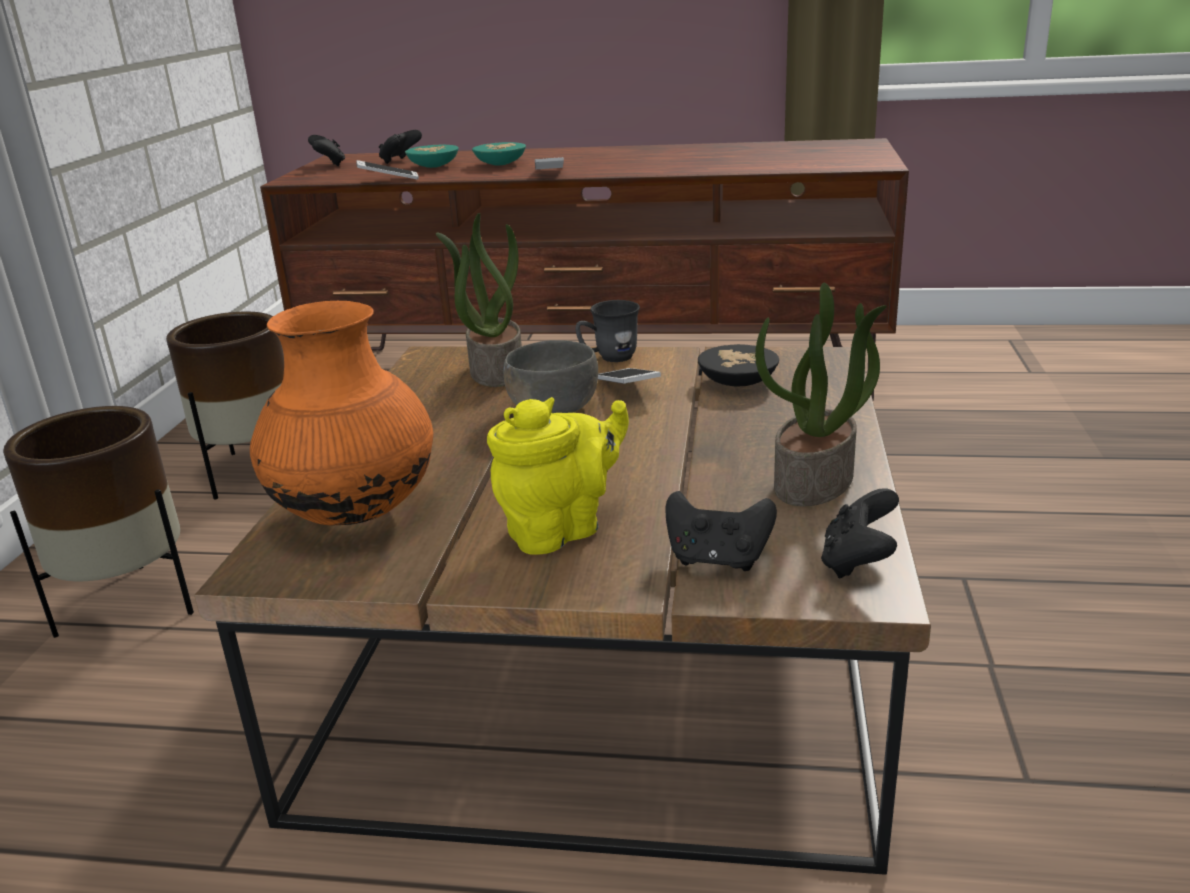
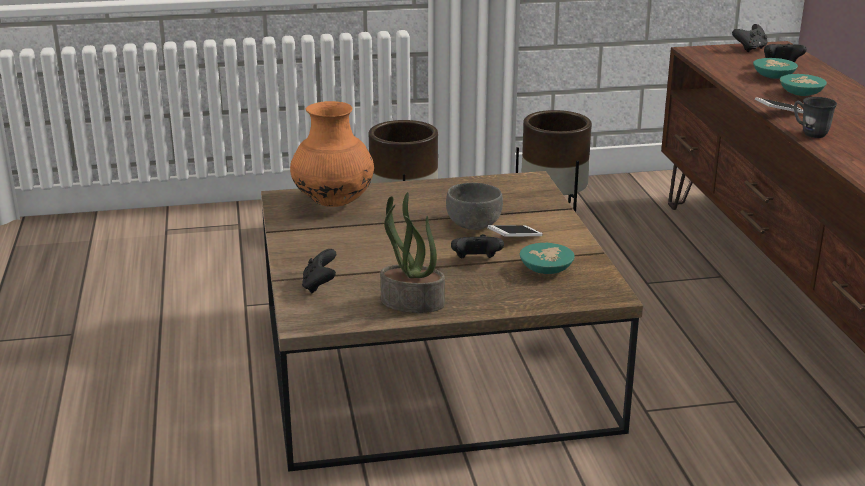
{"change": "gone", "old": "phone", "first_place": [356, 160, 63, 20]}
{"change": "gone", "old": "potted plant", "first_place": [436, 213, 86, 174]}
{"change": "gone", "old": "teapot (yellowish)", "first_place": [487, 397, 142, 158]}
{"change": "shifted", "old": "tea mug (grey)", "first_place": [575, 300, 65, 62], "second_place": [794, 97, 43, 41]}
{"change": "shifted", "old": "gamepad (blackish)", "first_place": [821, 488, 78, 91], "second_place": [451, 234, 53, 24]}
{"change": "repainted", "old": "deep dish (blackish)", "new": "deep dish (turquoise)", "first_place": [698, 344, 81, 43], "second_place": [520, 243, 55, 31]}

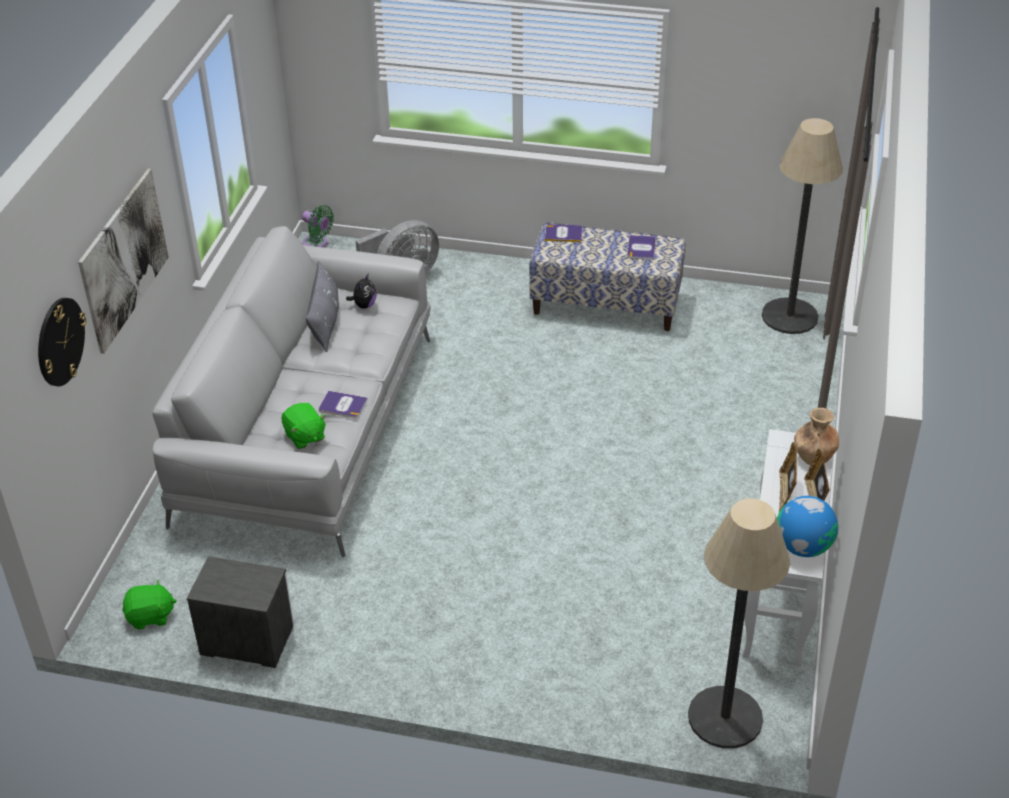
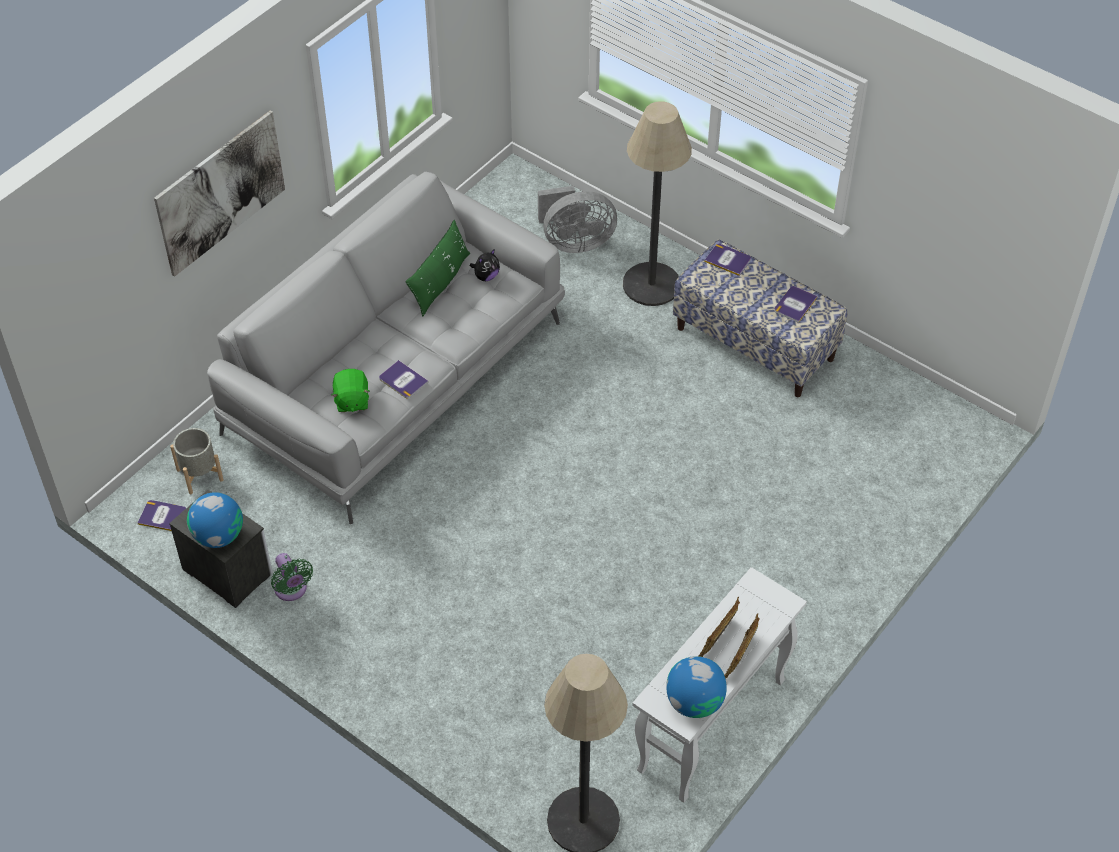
{"change": "gone", "old": "wall clock", "first_place": [38, 298, 48, 88]}
{"change": "gone", "old": "vase (brown)", "first_place": [794, 408, 45, 57]}
{"change": "new", "new": "plant pot (grey)", "second_place": [170, 428, 54, 66]}
{"change": "new", "new": "desk globe", "second_place": [187, 492, 56, 56]}
{"change": "shifted", "old": "fan (greenish)", "first_place": [302, 205, 32, 42], "second_place": [271, 553, 42, 48]}
{"change": "shifted", "old": "standing lamp", "first_place": [762, 118, 81, 216], "second_place": [623, 101, 69, 205]}
{"change": "swapped", "old": "plush toy (greenish)", "new": "volume", "first_place": [122, 579, 54, 50], "second_place": [138, 500, 48, 31]}
{"change": "repainted", "old": "throw pillow (grey)", "new": "throw pillow (greenish)", "first_place": [306, 261, 33, 91], "second_place": [405, 220, 65, 96]}

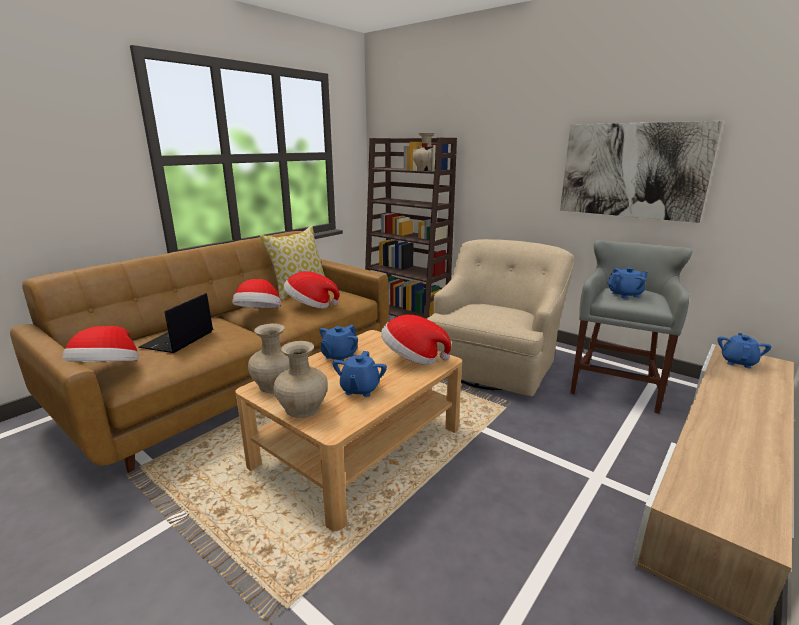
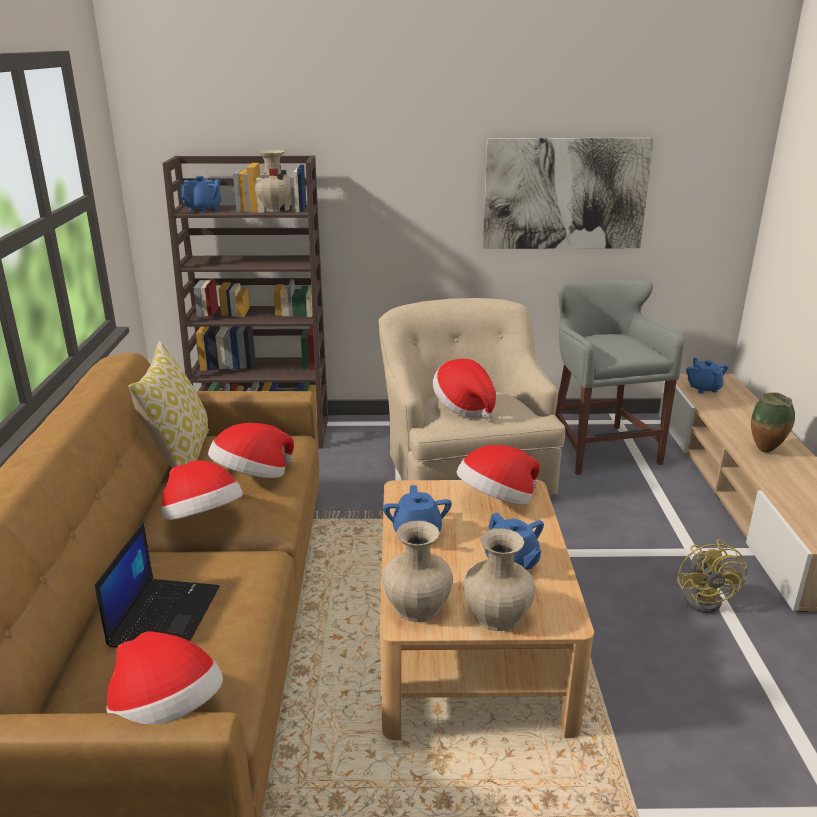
{"change": "new", "new": "wearable hat", "second_place": [433, 358, 63, 62]}
{"change": "new", "new": "fan (yellowish)", "second_place": [677, 539, 70, 74]}
{"change": "new", "new": "vase", "second_place": [751, 392, 44, 61]}
{"change": "shifted", "old": "teapot (blue-coloured)", "first_place": [608, 267, 40, 32], "second_place": [180, 176, 42, 36]}
{"change": "rotated", "old": "portable computer", "first_place": [138, 293, 75, 60], "second_place": [95, 522, 125, 126], "degrees": -150}

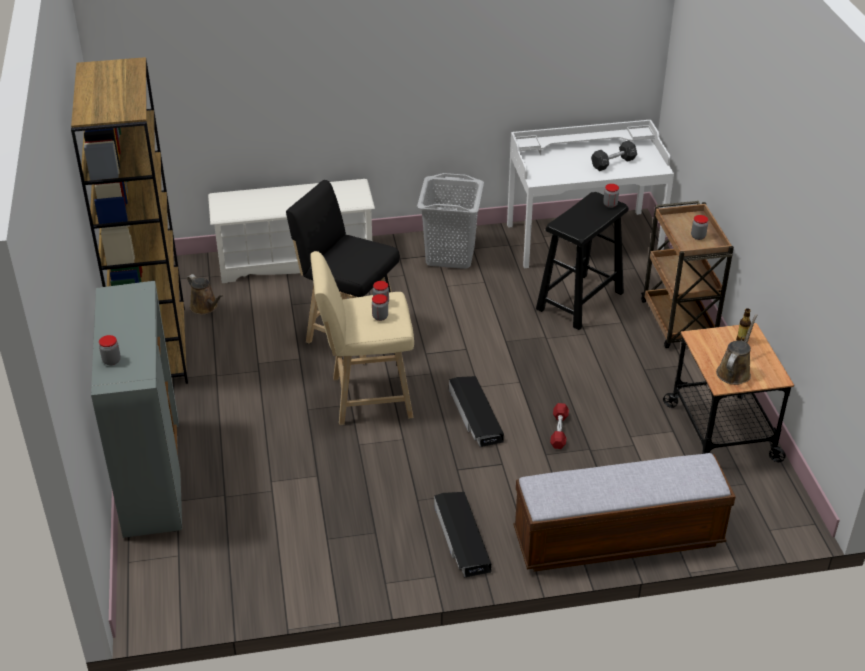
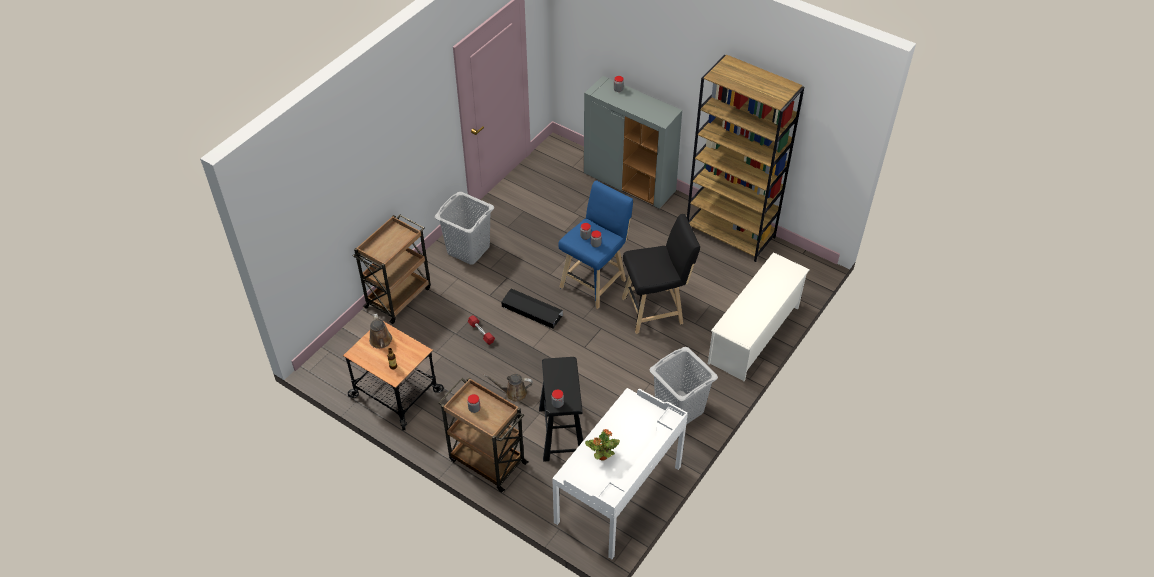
{"change": "shifted", "old": "watering pot (brown)", "first_place": [187, 274, 37, 41], "second_place": [483, 374, 50, 28]}
{"change": "swapped", "old": "storage bin (blackish)", "new": "laundry basket (grey)", "first_place": [434, 492, 57, 85], "second_place": [435, 192, 59, 73]}
{"change": "swapped", "old": "indoor bench", "new": "cart (brown)", "first_place": [514, 453, 222, 119], "second_place": [353, 214, 78, 110]}
{"change": "swapped", "old": "free weight (blackish)", "new": "potted plant", "first_place": [591, 140, 46, 31], "second_place": [585, 429, 35, 32]}
{"change": "repainted", "old": "stool seat (beige)", "new": "stool seat (blue-coloured)", "first_place": [310, 251, 104, 174], "second_place": [558, 180, 75, 129]}

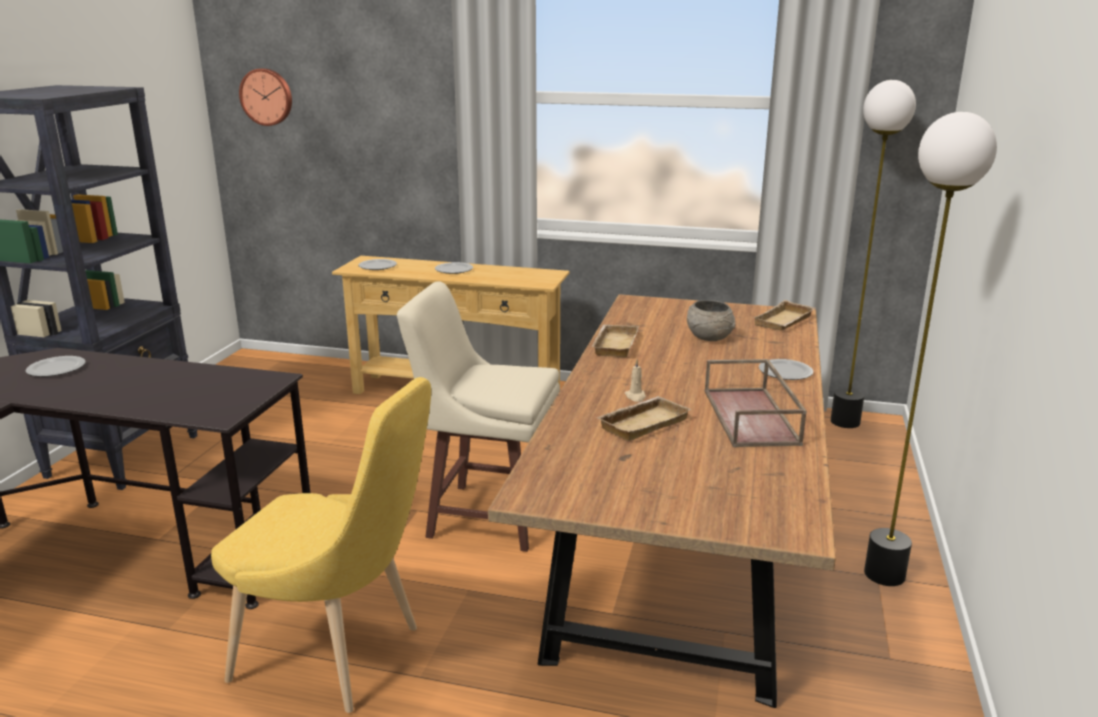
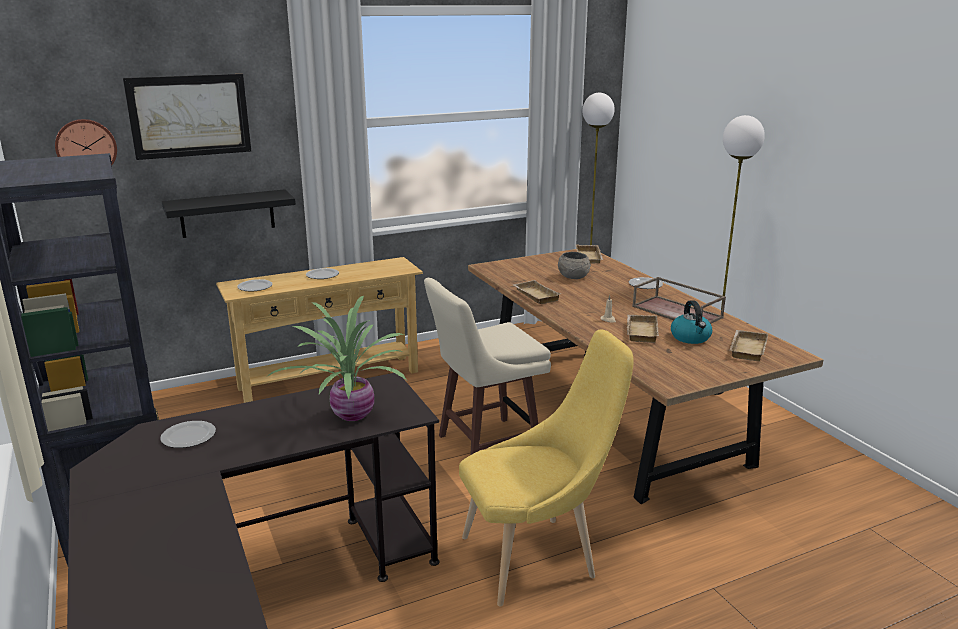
{"change": "new", "new": "wall art", "second_place": [123, 74, 128, 86]}
{"change": "new", "new": "shelf (blackish)", "second_place": [162, 189, 134, 49]}
{"change": "new", "new": "potted plant", "second_place": [268, 296, 139, 125]}
{"change": "new", "new": "water kettle", "second_place": [671, 300, 41, 44]}
{"change": "new", "new": "tray (beige)", "second_place": [729, 330, 39, 31]}

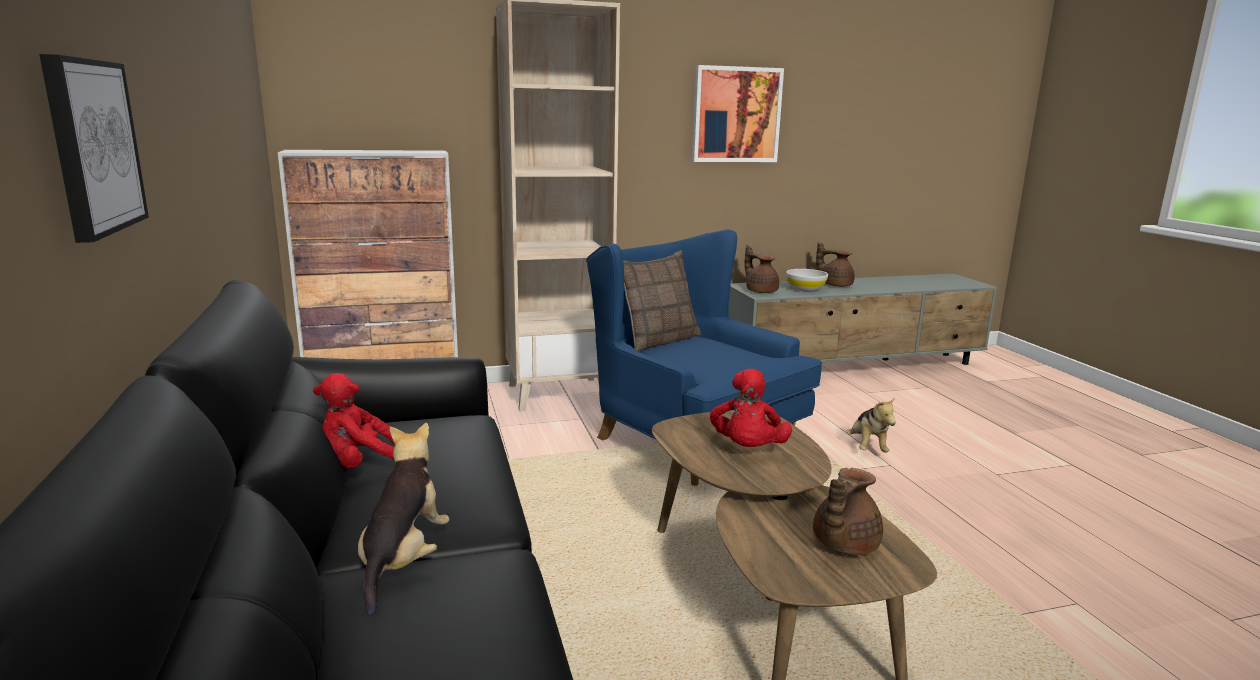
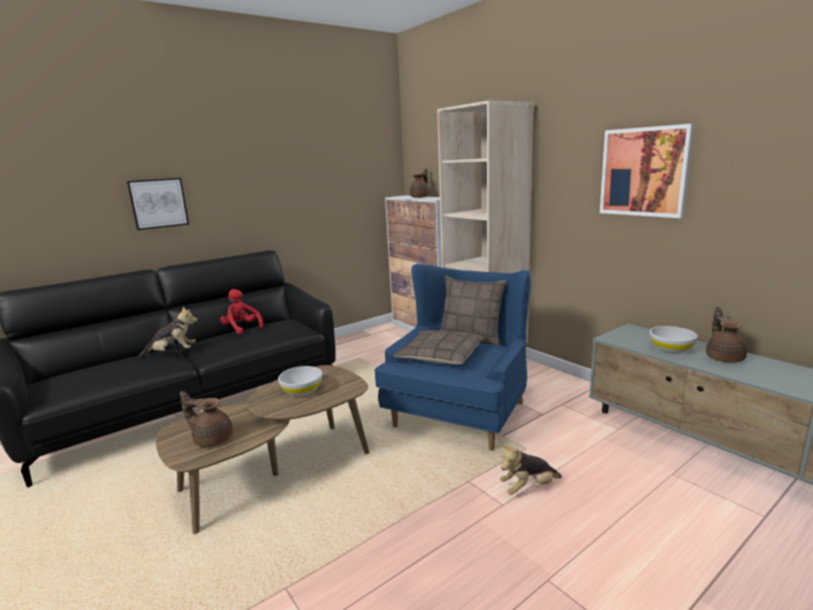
{"change": "new", "new": "throw pillow", "second_place": [394, 330, 89, 35]}
{"change": "shifted", "old": "teapot (brown)", "first_place": [744, 245, 35, 48], "second_place": [410, 168, 20, 30]}
{"change": "swapped", "old": "plush toy (reddish)", "new": "deep dish (white)", "first_place": [710, 369, 82, 78], "second_place": [278, 366, 44, 31]}

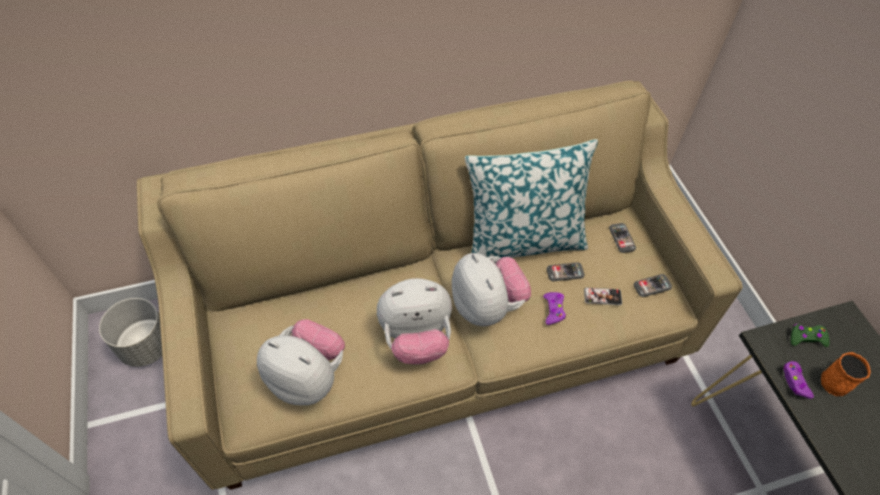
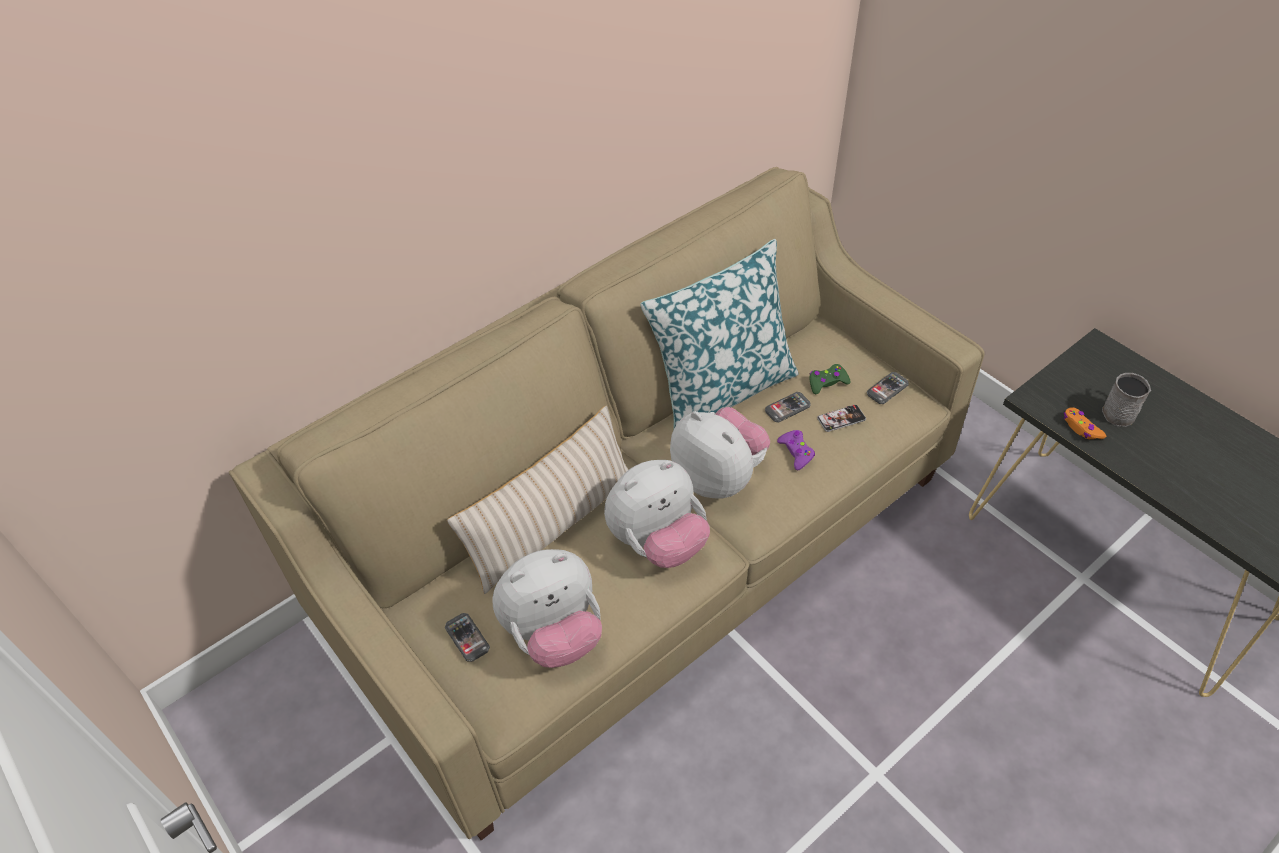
{"change": "gone", "old": "plant pot (grey)", "first_place": [99, 298, 63, 69]}
{"change": "new", "new": "throw pillow (beige)", "second_place": [447, 405, 181, 189]}
{"change": "shifted", "old": "phone", "first_place": [609, 223, 27, 30], "second_place": [445, 613, 45, 49]}
{"change": "shifted", "old": "gamepad (greenish)", "first_place": [791, 324, 39, 23], "second_place": [810, 364, 41, 30]}
{"change": "repainted", "old": "gamepad (purple-coloured)", "new": "gamepad (orange-coloured)", "first_place": [783, 361, 31, 38], "second_place": [1064, 407, 42, 32]}
{"change": "repainted", "old": "tea mug (orange-coloured)", "new": "tea mug (grey)", "first_place": [821, 352, 50, 44], "second_place": [1102, 373, 49, 54]}
{"change": "rotated", "old": "plush toy", "first_place": [257, 319, 88, 86], "second_place": [493, 549, 109, 119], "degrees": 150}

